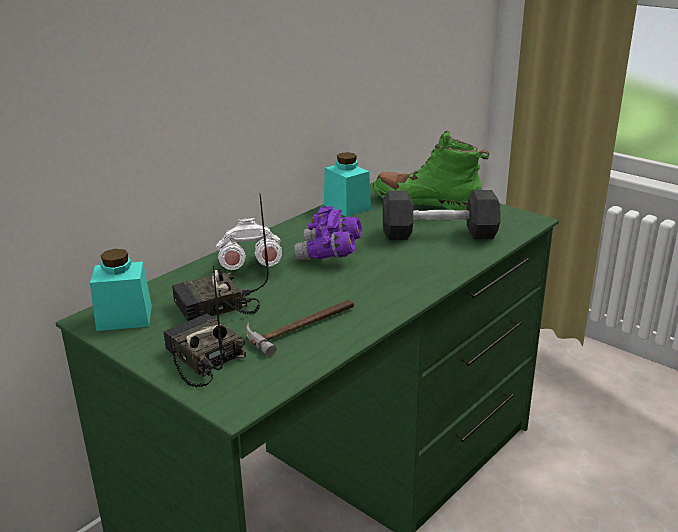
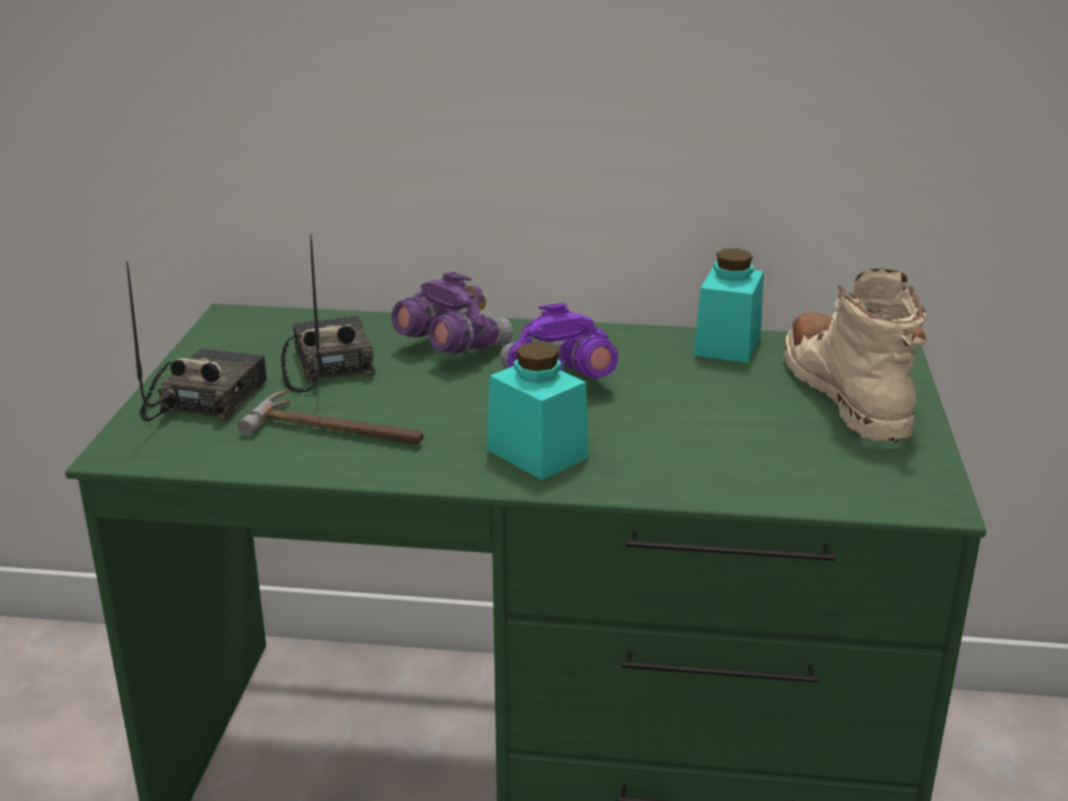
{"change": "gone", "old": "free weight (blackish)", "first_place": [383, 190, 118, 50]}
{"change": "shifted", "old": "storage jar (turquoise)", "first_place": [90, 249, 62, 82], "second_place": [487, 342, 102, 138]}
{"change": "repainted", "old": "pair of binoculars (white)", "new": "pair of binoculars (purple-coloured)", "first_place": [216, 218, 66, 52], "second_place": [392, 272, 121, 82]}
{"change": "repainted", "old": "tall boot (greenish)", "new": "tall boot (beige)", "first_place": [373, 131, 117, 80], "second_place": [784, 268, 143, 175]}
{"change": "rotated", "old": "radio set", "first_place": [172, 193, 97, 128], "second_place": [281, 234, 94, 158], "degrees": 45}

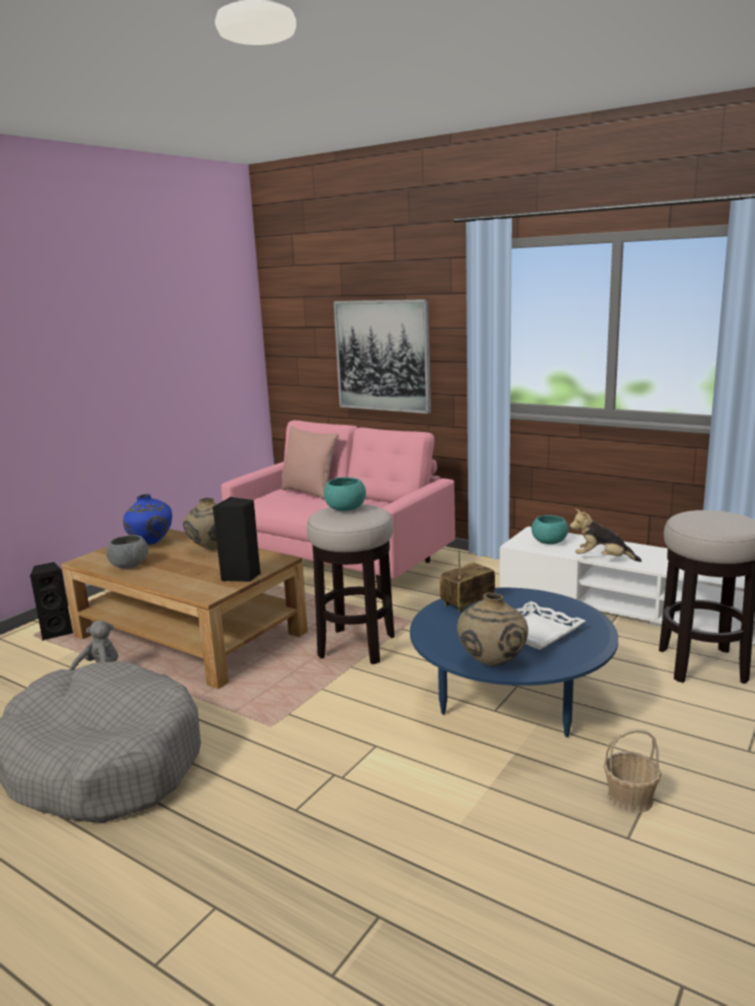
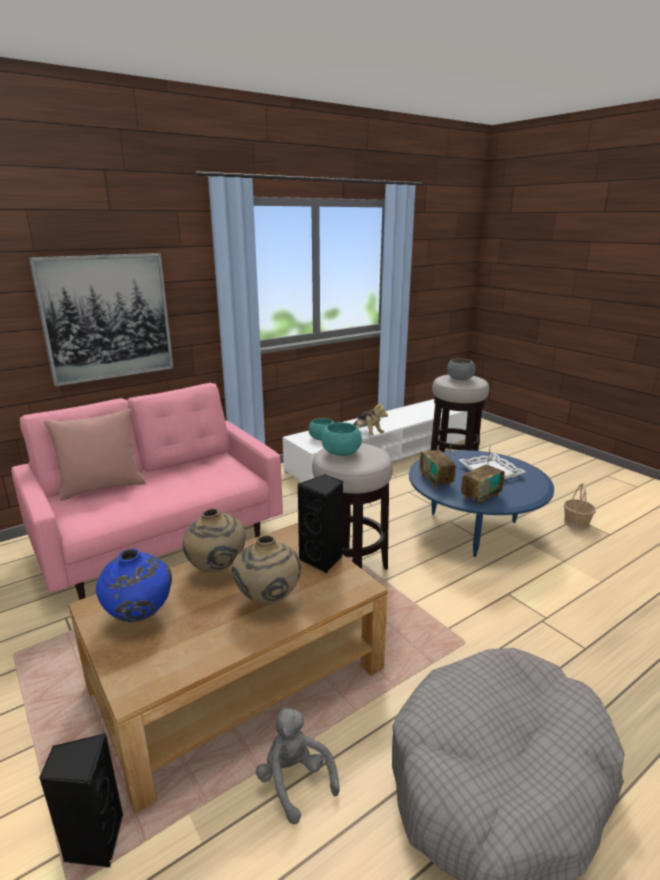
{"change": "new", "new": "radio set", "second_place": [461, 445, 44, 61]}
{"change": "shifted", "old": "deep dish (grey)", "first_place": [106, 535, 43, 33], "second_place": [447, 358, 29, 22]}
{"change": "shifted", "old": "vase (beige)", "first_place": [457, 593, 71, 74], "second_place": [232, 535, 69, 69]}
{"change": "rotated", "old": "plush toy", "first_place": [570, 508, 72, 54], "second_place": [353, 402, 35, 33], "degrees": -75}

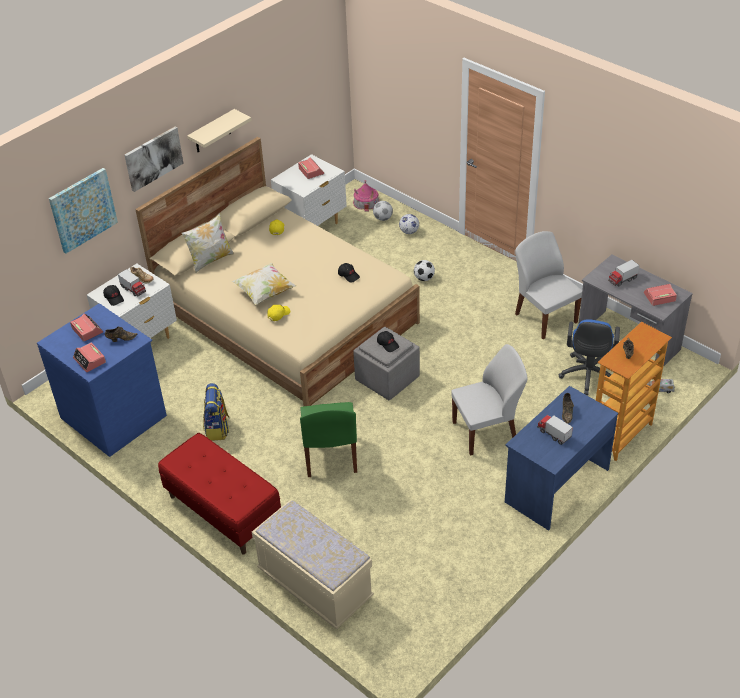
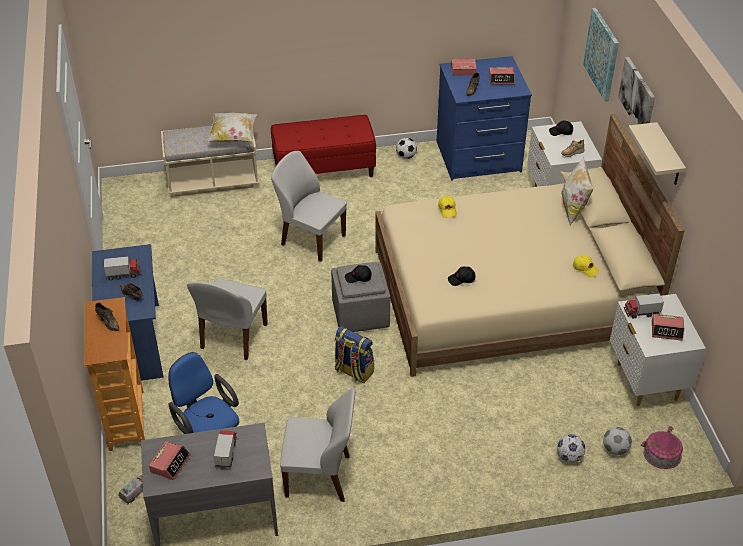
{"change": "shifted", "old": "toy truck", "first_place": [118, 269, 28, 28], "second_place": [624, 293, 40, 26]}
{"change": "shifted", "old": "backpack", "first_place": [203, 383, 26, 58], "second_place": [335, 326, 39, 57]}
{"change": "shifted", "old": "throw pillow", "first_place": [232, 262, 64, 44], "second_place": [206, 113, 51, 29]}
{"change": "shifted", "old": "ball for football", "first_place": [414, 260, 21, 21], "second_place": [396, 138, 21, 21]}
{"change": "repainted", "old": "upright chair (greenish)", "new": "upright chair (white)", "first_place": [300, 402, 57, 75], "second_place": [271, 151, 76, 111]}

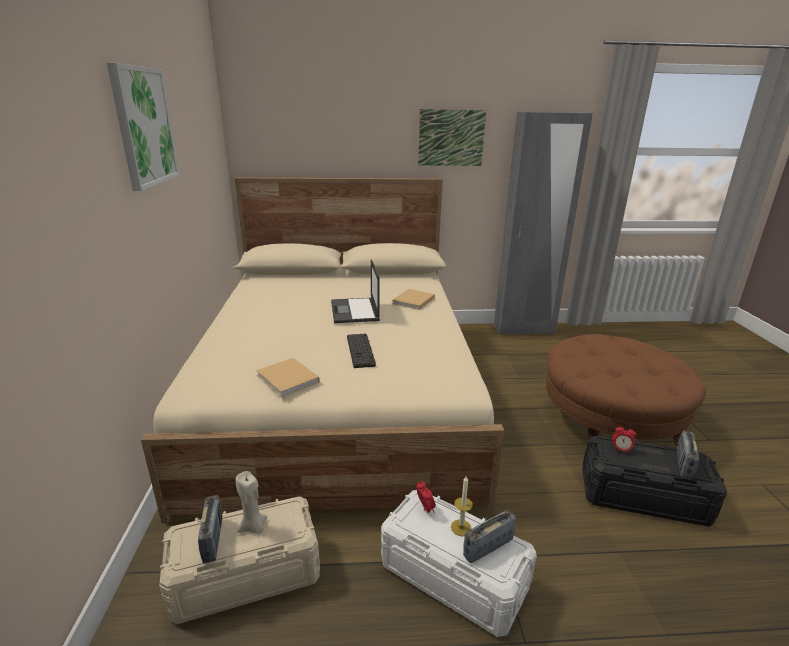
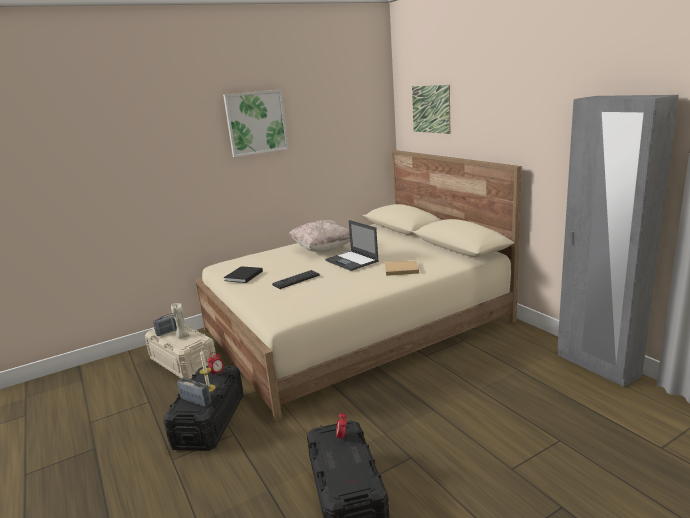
{"change": "gone", "old": "pouffe (brown)", "first_place": [546, 334, 160, 111]}
{"change": "gone", "old": "radio set", "first_place": [677, 431, 23, 49]}
{"change": "new", "new": "throw pillow (beige)", "second_place": [289, 220, 61, 32]}
{"change": "shifted", "old": "wall art", "first_place": [418, 109, 68, 57], "second_place": [412, 85, 38, 49]}
{"change": "repainted", "old": "volume (beige)", "new": "volume (blackish)", "first_place": [256, 358, 64, 39], "second_place": [224, 266, 39, 17]}
{"change": "repainted", "old": "storage bin (white)", "new": "storage bin (blackish)", "first_place": [381, 490, 156, 147], "second_place": [163, 365, 80, 86]}
{"change": "rotated", "old": "portable computer", "first_place": [331, 259, 49, 64], "second_place": [325, 220, 54, 51], "degrees": -90}

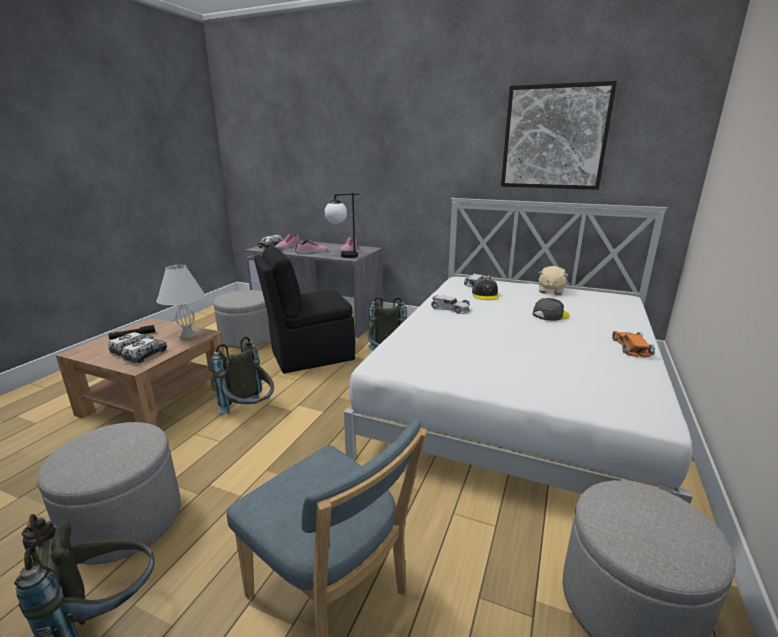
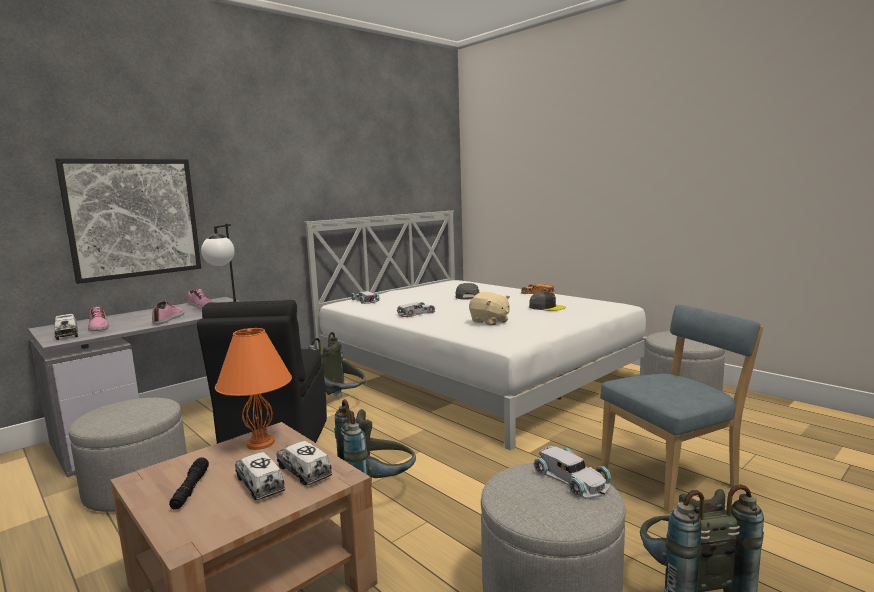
{"change": "new", "new": "miniature car (white)", "second_place": [534, 446, 77, 53]}
{"change": "shifted", "old": "peaked cap (grey)", "first_place": [472, 279, 27, 21], "second_place": [529, 291, 36, 20]}
{"change": "shifted", "old": "wall art", "first_place": [501, 81, 116, 109], "second_place": [55, 158, 146, 126]}
{"change": "shifted", "old": "plush toy (beige)", "first_place": [538, 266, 30, 29], "second_place": [469, 292, 41, 34]}
{"change": "repainted", "old": "lamp for a table (white)", "new": "lamp for a table (orange-coloured)", "first_place": [156, 265, 49, 74], "second_place": [215, 328, 77, 122]}

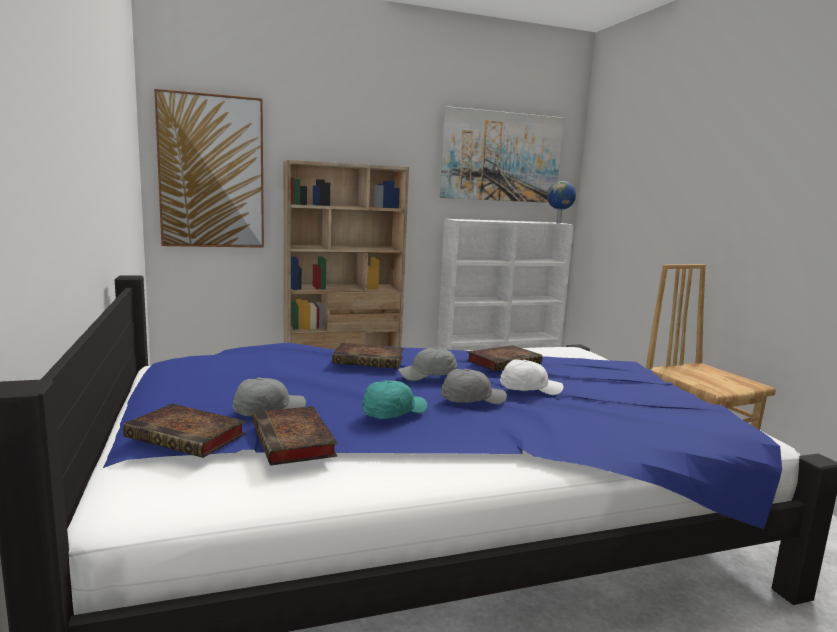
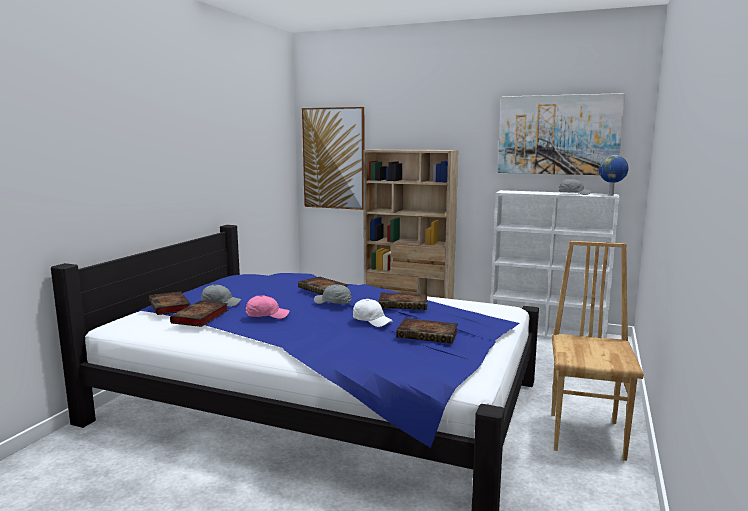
{"change": "new", "new": "volume", "second_place": [396, 318, 62, 26]}
{"change": "shifted", "old": "peaked cap (grey)", "first_place": [441, 369, 66, 35], "second_place": [559, 178, 33, 17]}
{"change": "repainted", "old": "peaked cap (turquoise)", "new": "peaked cap (pink)", "first_place": [362, 380, 65, 39], "second_place": [246, 295, 44, 24]}

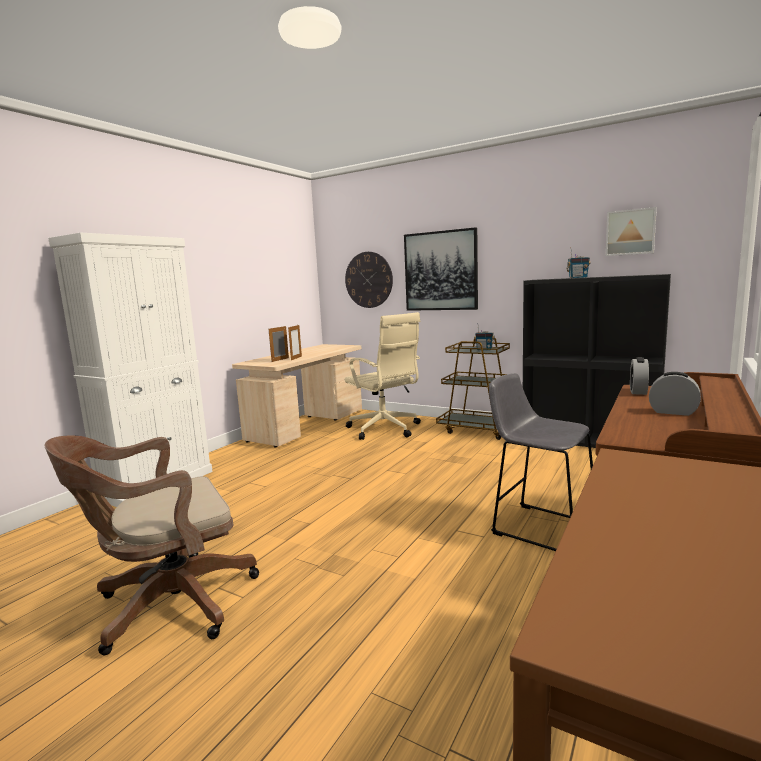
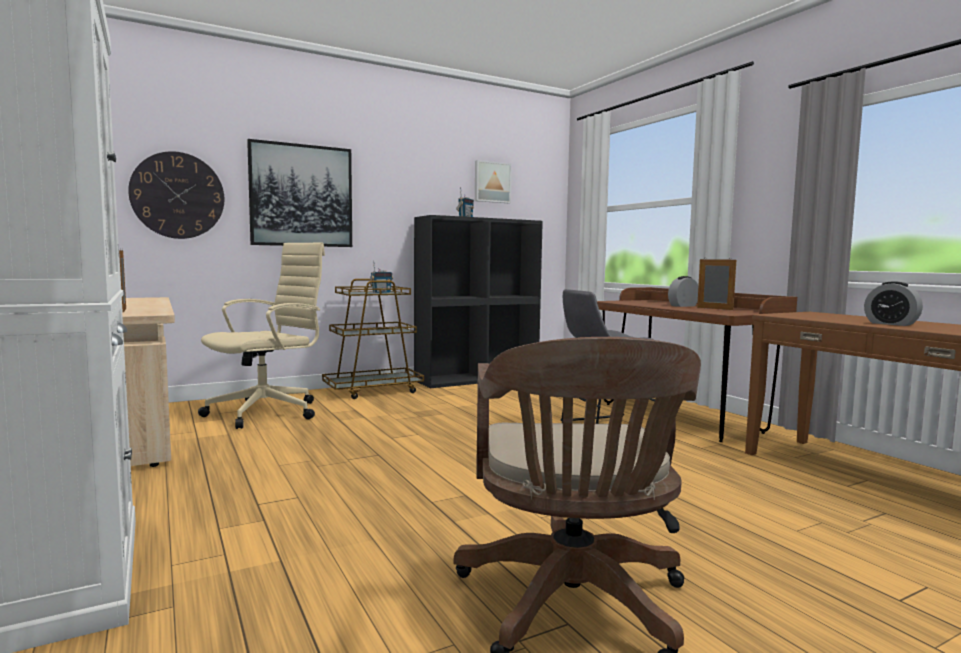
{"change": "shifted", "old": "standing frame", "first_place": [288, 324, 14, 36], "second_place": [697, 258, 39, 52]}
{"change": "shifted", "old": "bedside clock", "first_place": [630, 357, 19, 38], "second_place": [864, 281, 59, 45]}
{"change": "rotated", "old": "computer chair (beige)", "first_place": [345, 312, 76, 128], "second_place": [198, 242, 127, 187], "degrees": -45}

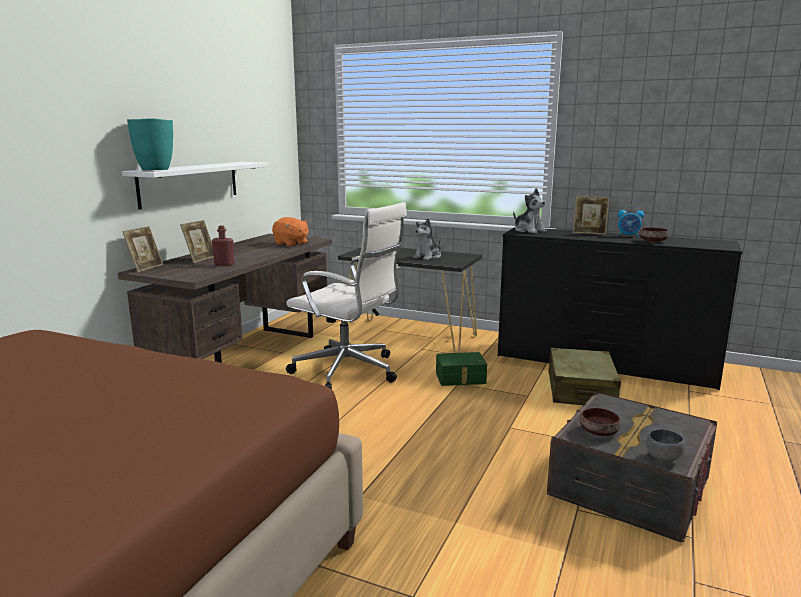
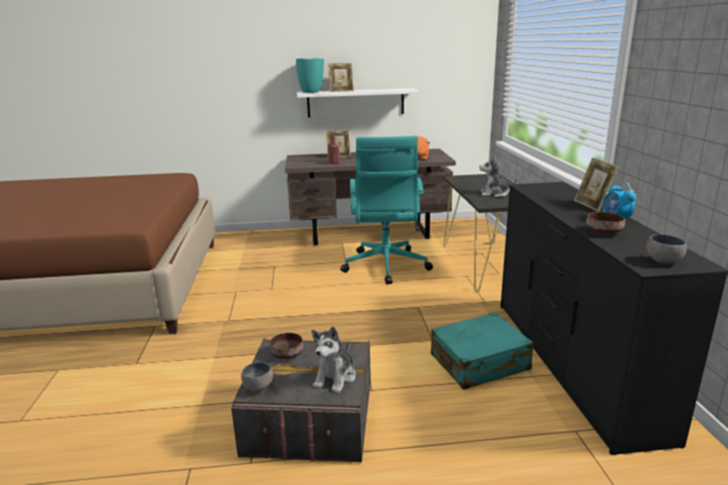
{"change": "gone", "old": "storage bin (greenish)", "first_place": [436, 352, 51, 34]}
{"change": "new", "new": "deep dish (grey)", "second_place": [646, 234, 41, 30]}
{"change": "shifted", "old": "standing frame", "first_place": [122, 226, 41, 46], "second_place": [328, 63, 26, 29]}
{"change": "shifted", "old": "plush toy", "first_place": [513, 188, 34, 45], "second_place": [312, 326, 44, 67]}
{"change": "repainted", "old": "computer chair (white)", "new": "computer chair (turquoise)", "first_place": [286, 202, 121, 187], "second_place": [340, 136, 93, 149]}
{"change": "repainted", "old": "suitcase (beige)", "new": "suitcase (turquoise)", "first_place": [548, 348, 73, 57], "second_place": [431, 313, 103, 77]}

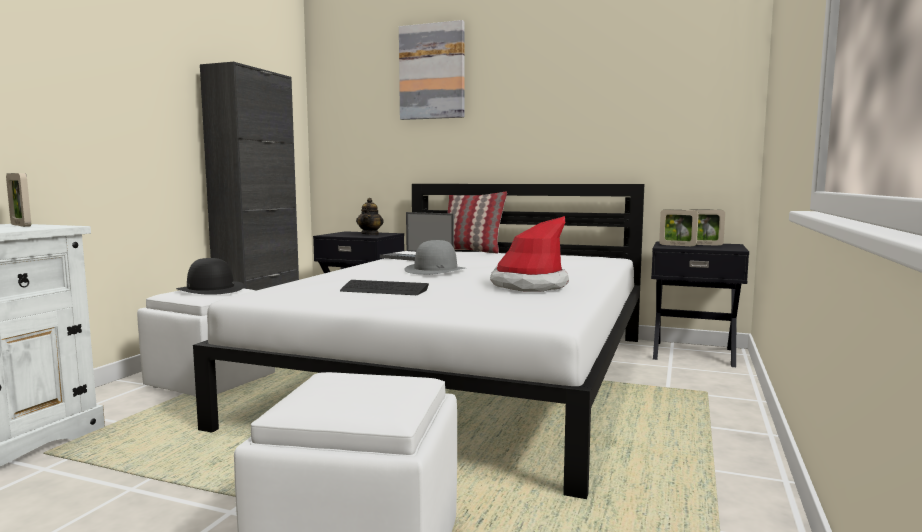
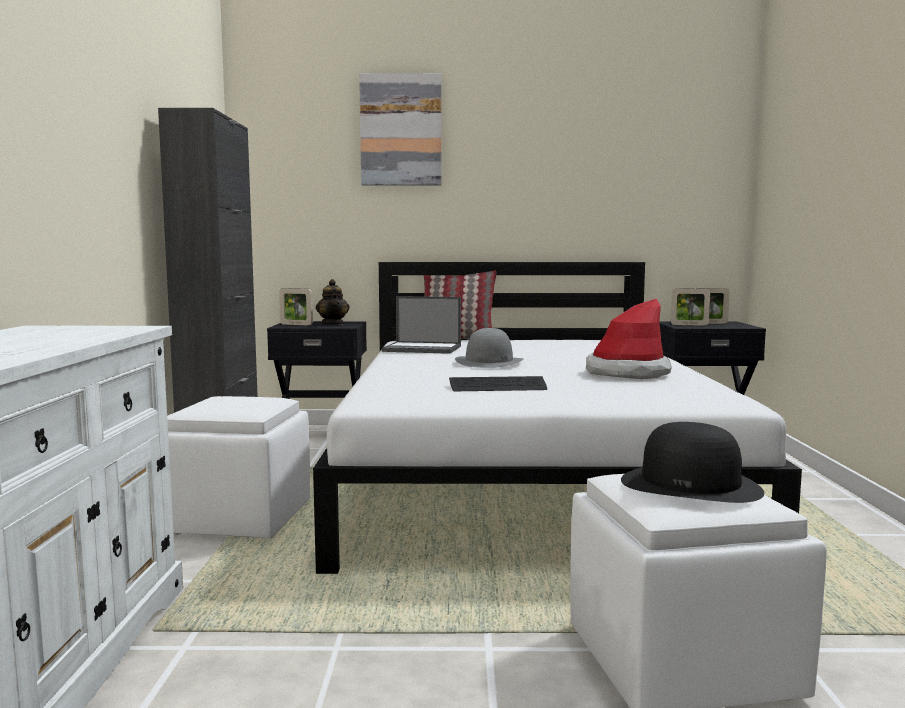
{"change": "shifted", "old": "standing frame", "first_place": [6, 173, 25, 54], "second_place": [279, 288, 34, 37]}
{"change": "shifted", "old": "wearable hat (blackish)", "first_place": [176, 258, 69, 37], "second_place": [621, 422, 143, 81]}

